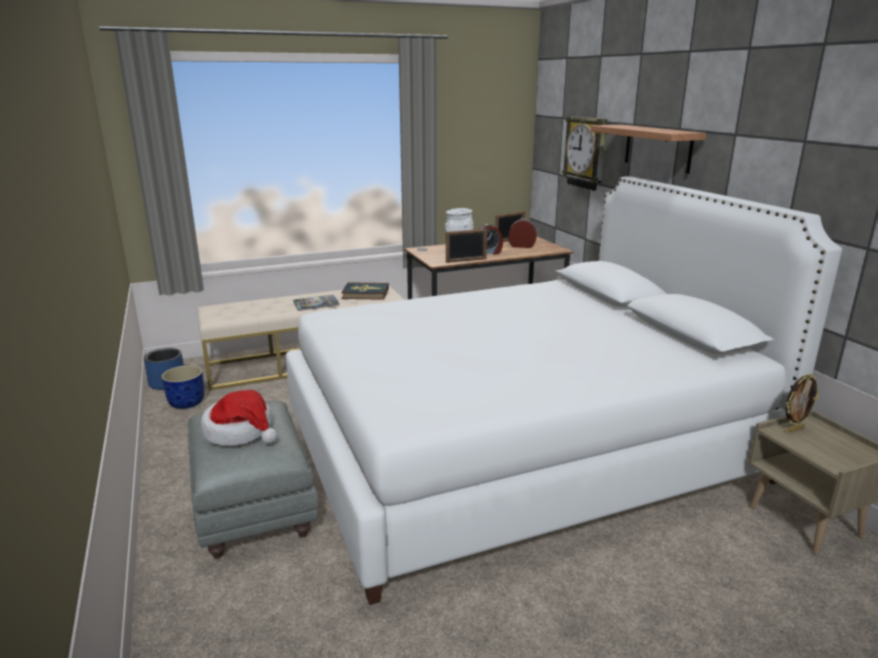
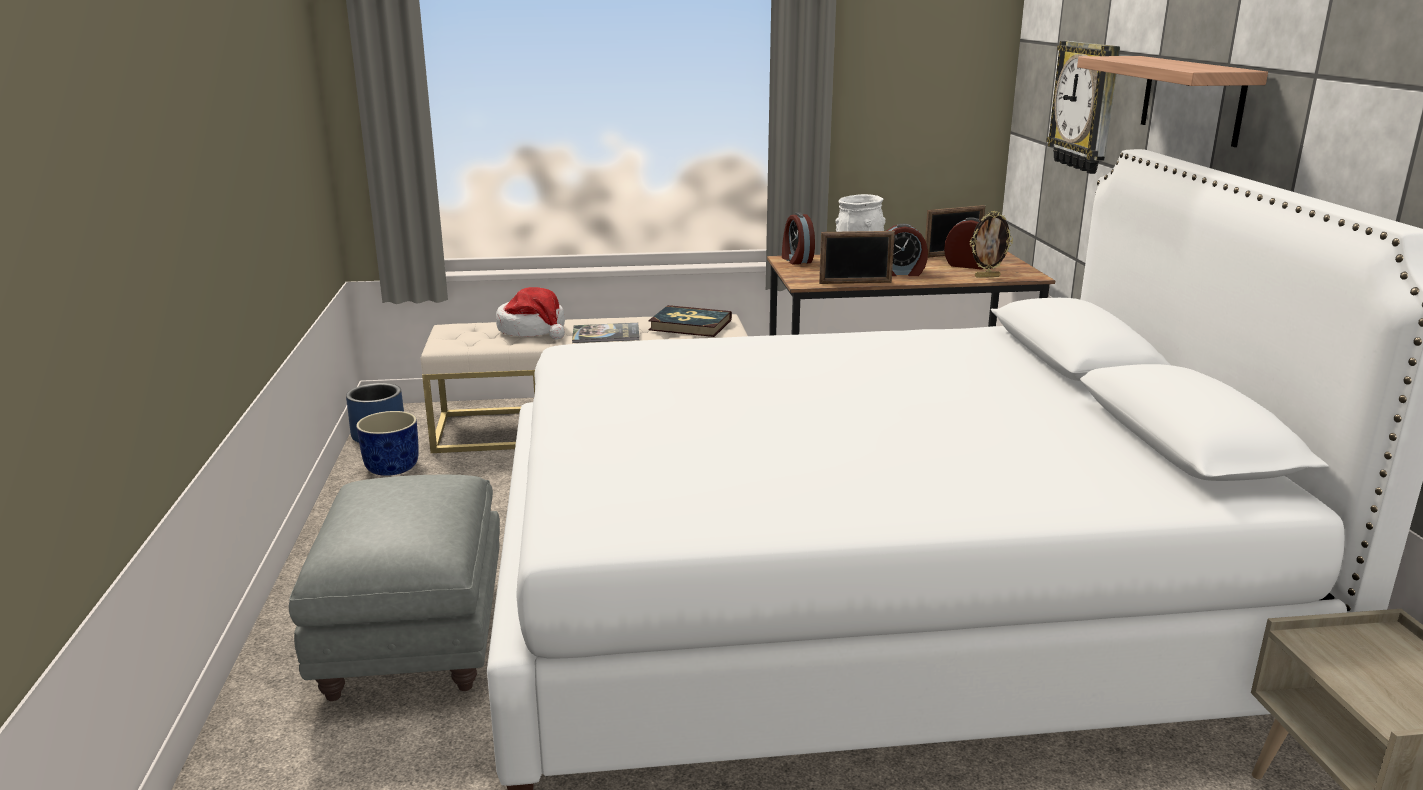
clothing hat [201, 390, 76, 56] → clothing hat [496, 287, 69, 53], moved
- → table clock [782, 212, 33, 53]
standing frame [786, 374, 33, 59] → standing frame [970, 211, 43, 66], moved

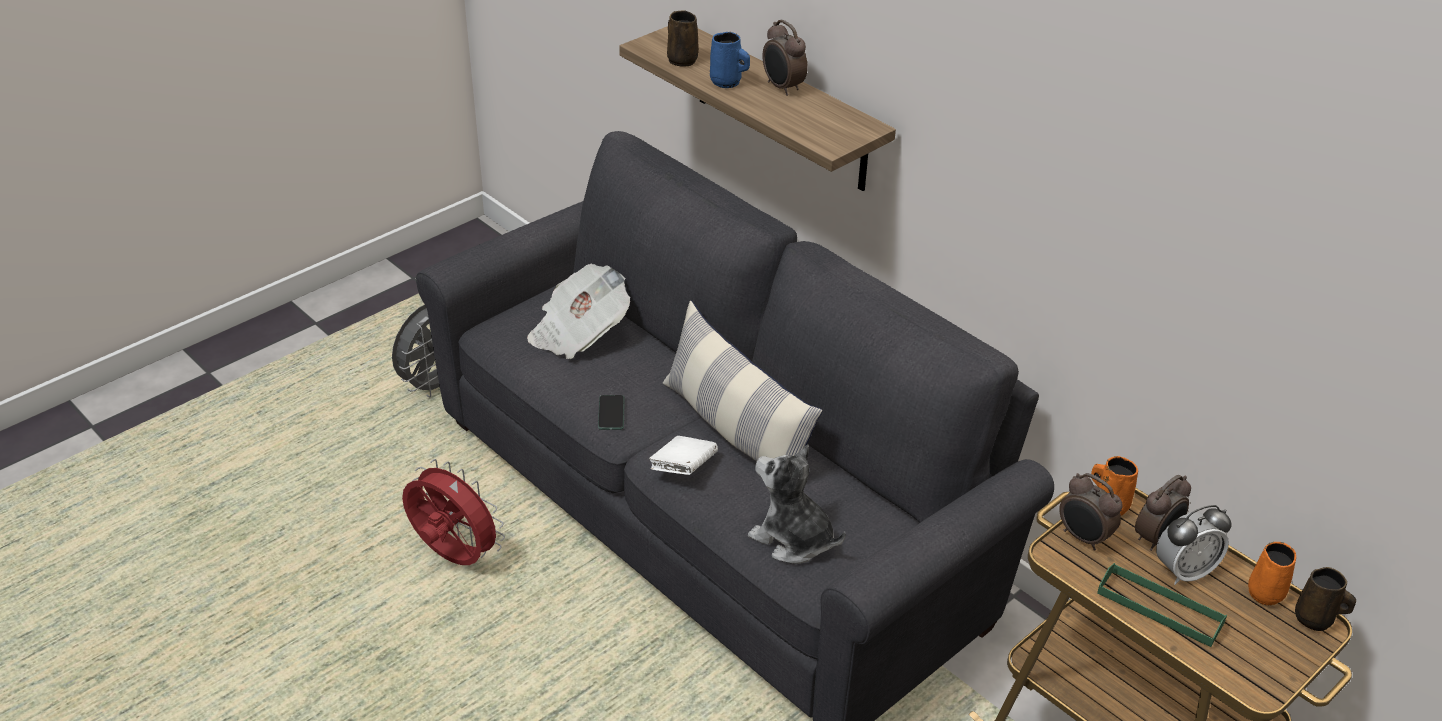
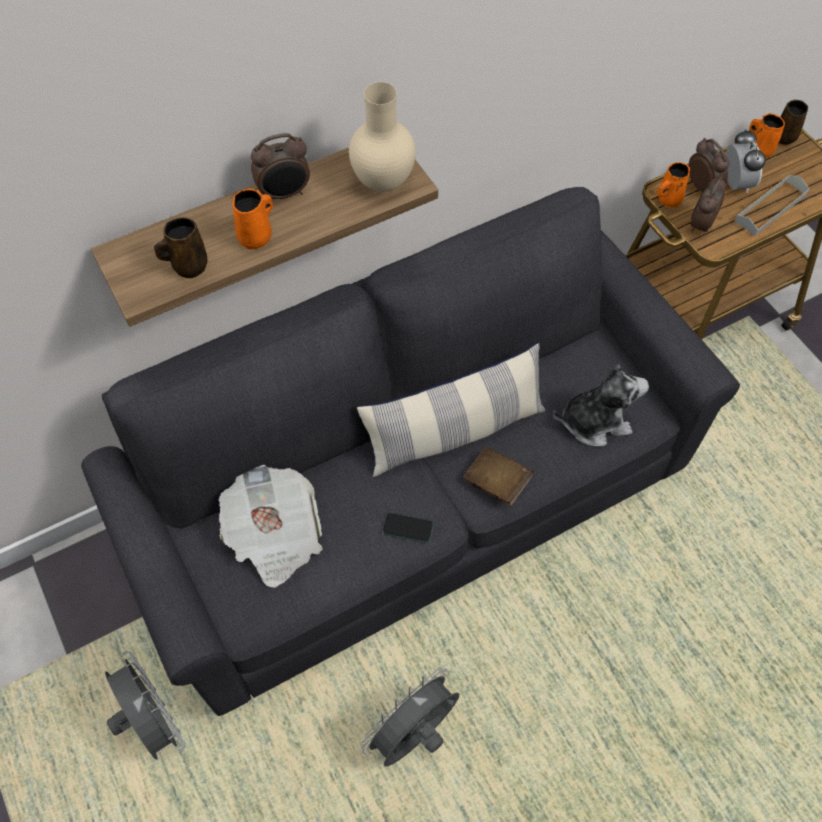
blue-coloured tea mug [710, 32, 40, 56] → orange-coloured tea mug [232, 189, 41, 60]
- → sand-coloured decorative vase [349, 82, 67, 110]
red electric fan [402, 459, 103, 106] → gray electric fan [361, 667, 98, 100]
white-coloured bound book [649, 436, 69, 39] → brownish bound book [463, 447, 70, 59]
soft toy [748, 445, 98, 119] → soft toy [553, 365, 96, 81], 150 degrees counterclockwise
table clock [1059, 473, 64, 78] → table clock [691, 176, 35, 59], 150 degrees clockwise
green serving tray [1097, 563, 130, 84] → gray serving tray [735, 175, 75, 61]

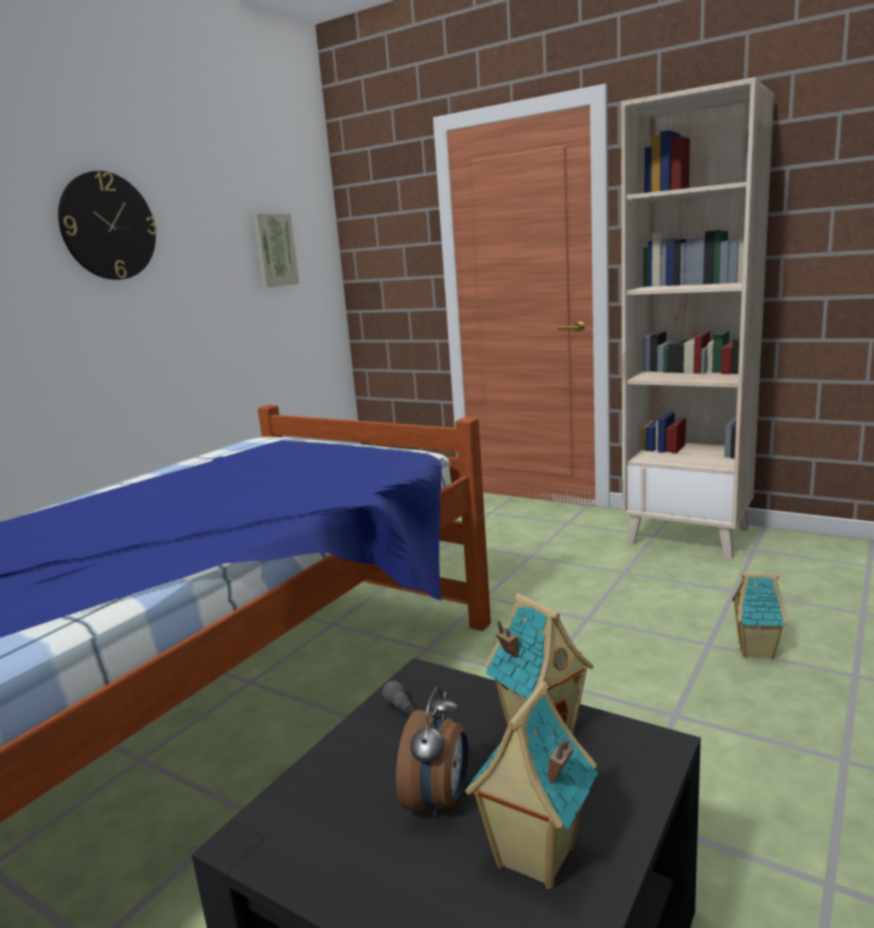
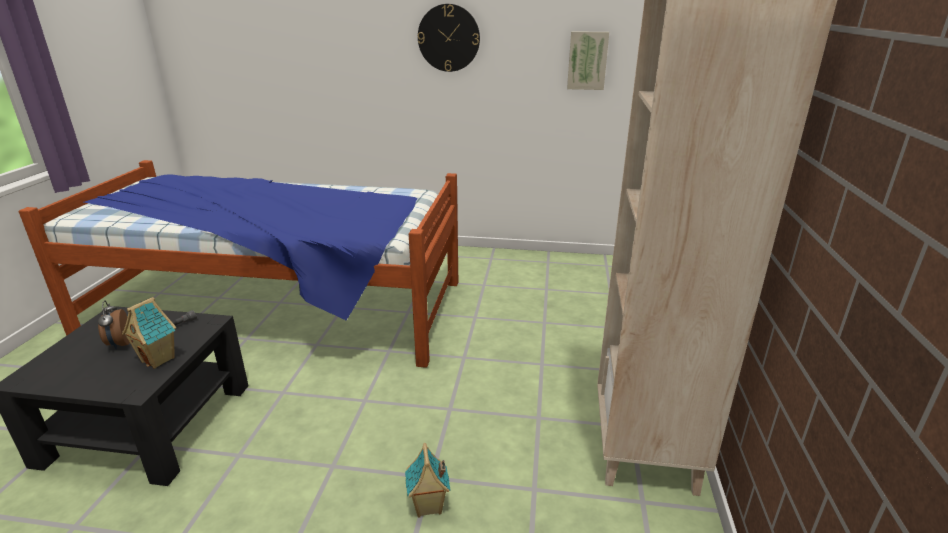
table clock [396, 687, 72, 132] → table clock [98, 300, 32, 50], 75 degrees clockwise
toy house [465, 681, 133, 208] → -

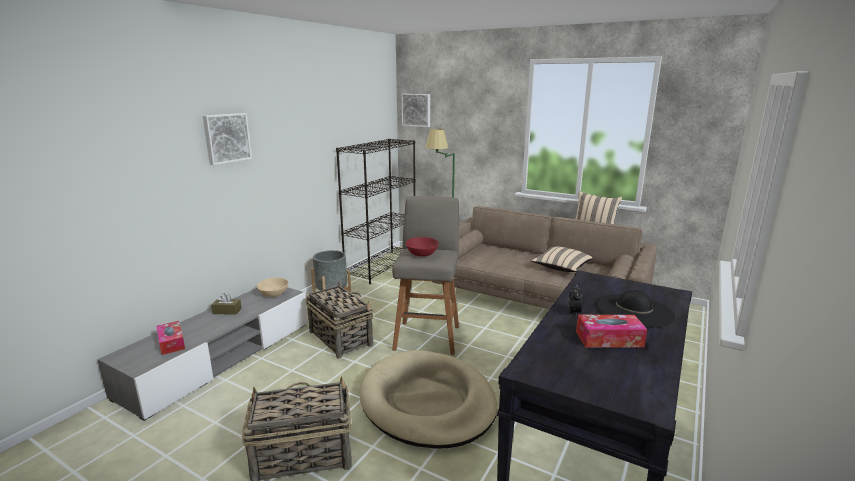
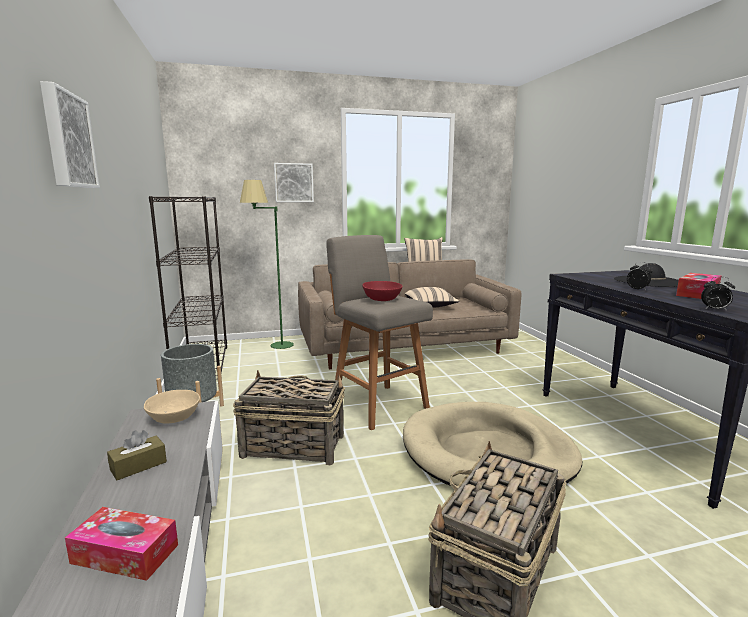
picture [401, 94, 29, 33] → picture [274, 163, 40, 39], moved
- → table clock [701, 277, 34, 34]

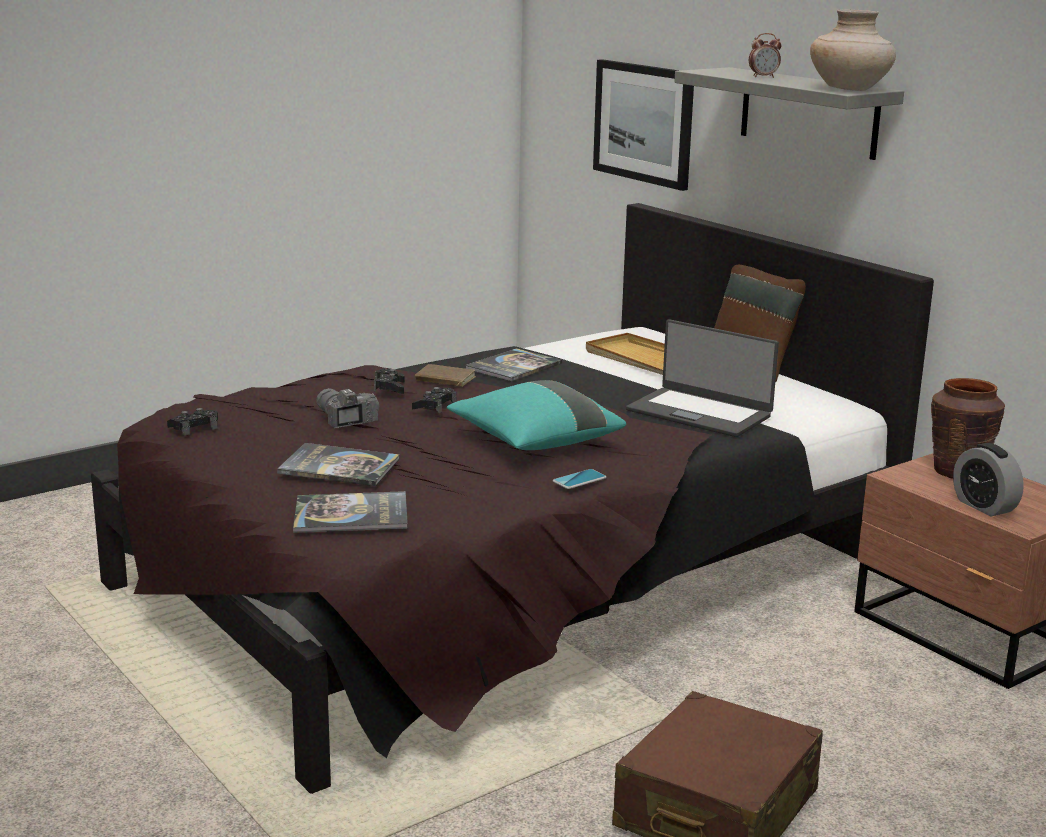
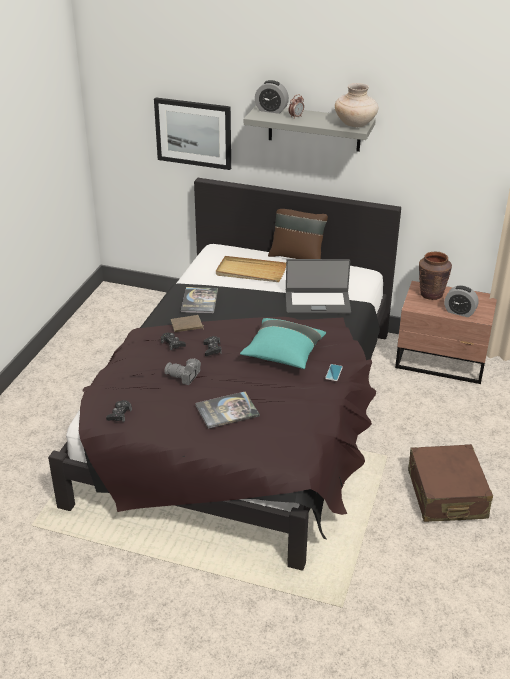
- → table clock [255, 80, 34, 34]
bound book [293, 491, 115, 42] → -

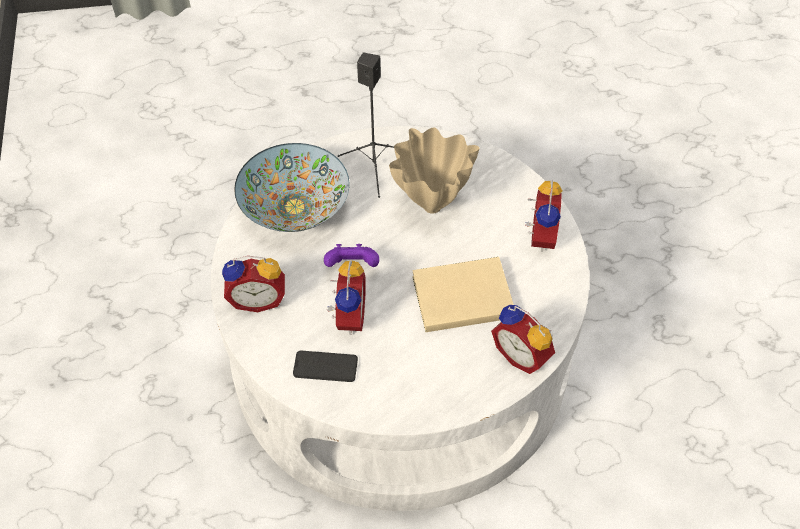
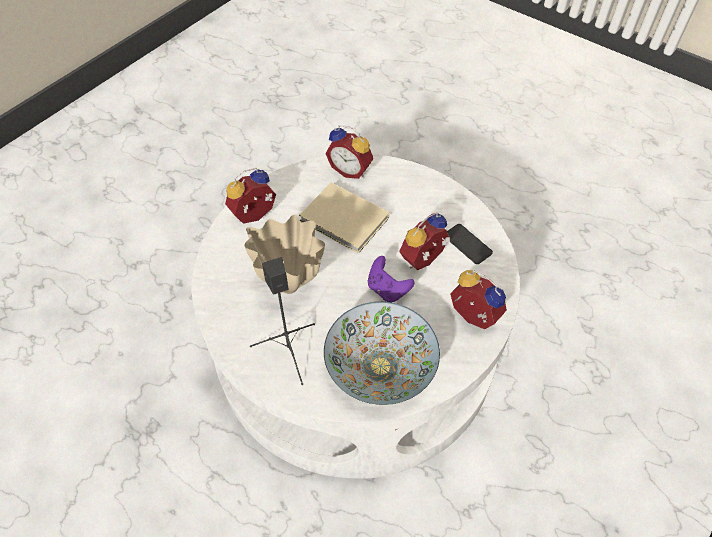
table clock [491, 305, 64, 69] → table clock [325, 125, 49, 54], 120 degrees clockwise

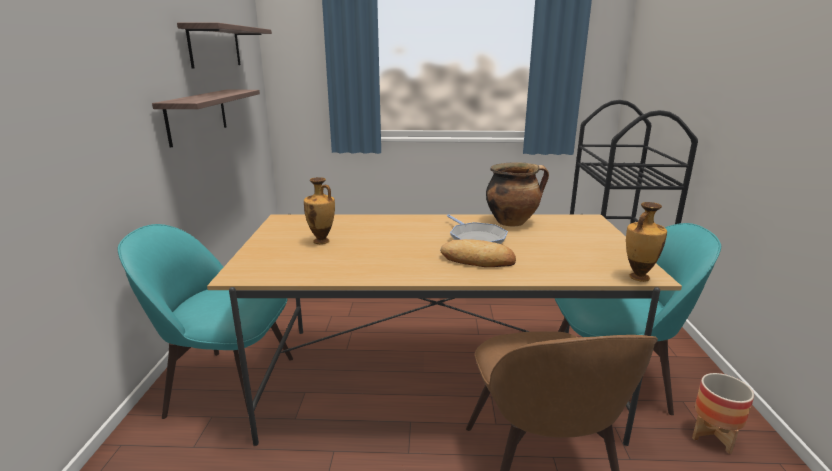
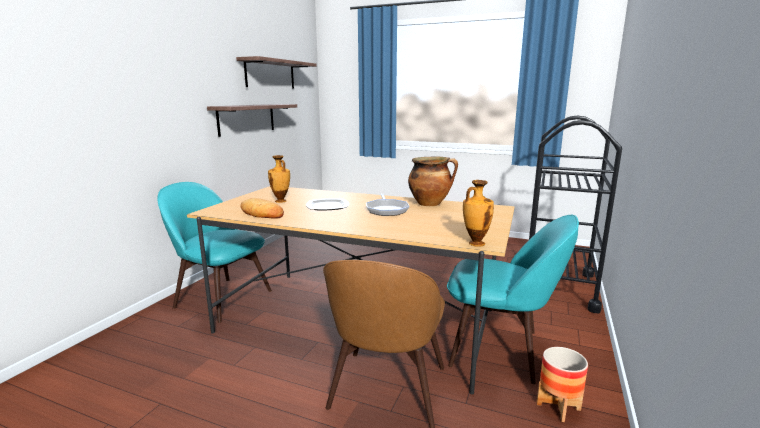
bakery bread [440, 239, 76, 28] → bakery bread [240, 198, 44, 21], moved
- → dinner plate [306, 198, 43, 12]

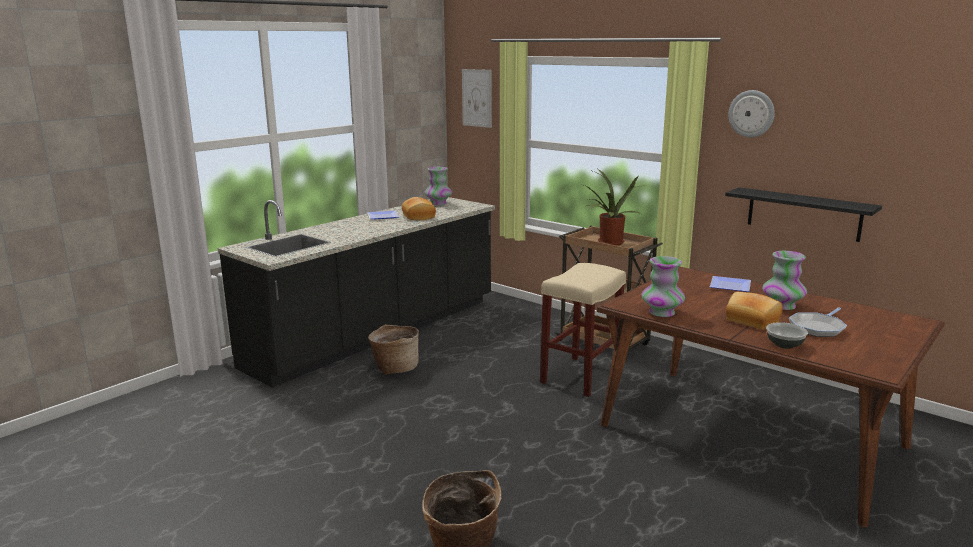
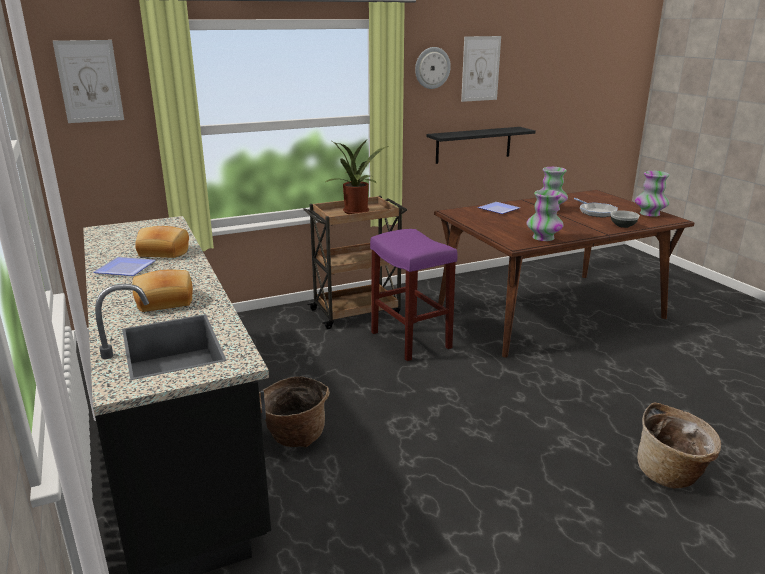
bakery bread [726, 292, 57, 38] → bakery bread [132, 270, 61, 42], moved
sand-coloured stool seat [540, 263, 86, 134] → purple stool seat [370, 229, 87, 132]
- → picture [461, 36, 40, 66]
decorative vase [424, 167, 28, 38] → decorative vase [635, 171, 35, 46], moved

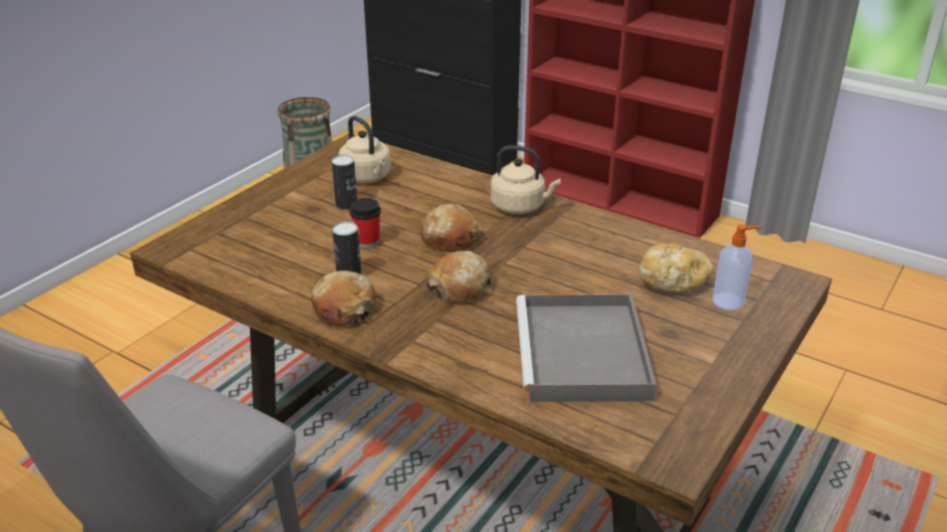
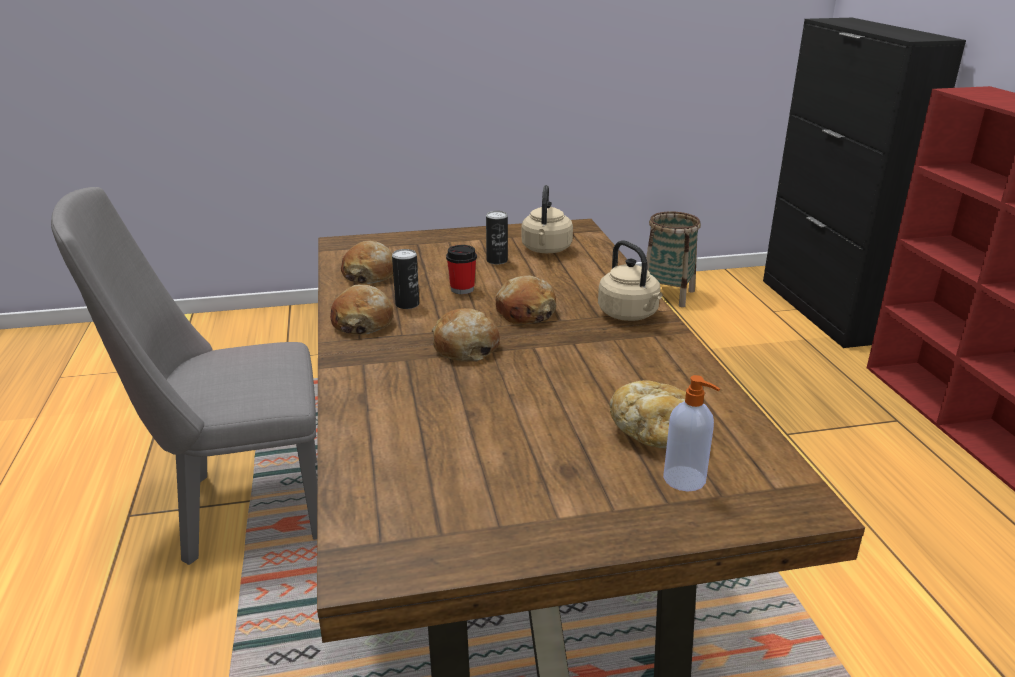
- → bakery bread [341, 241, 52, 43]
gray serving tray [516, 294, 140, 108] → -

